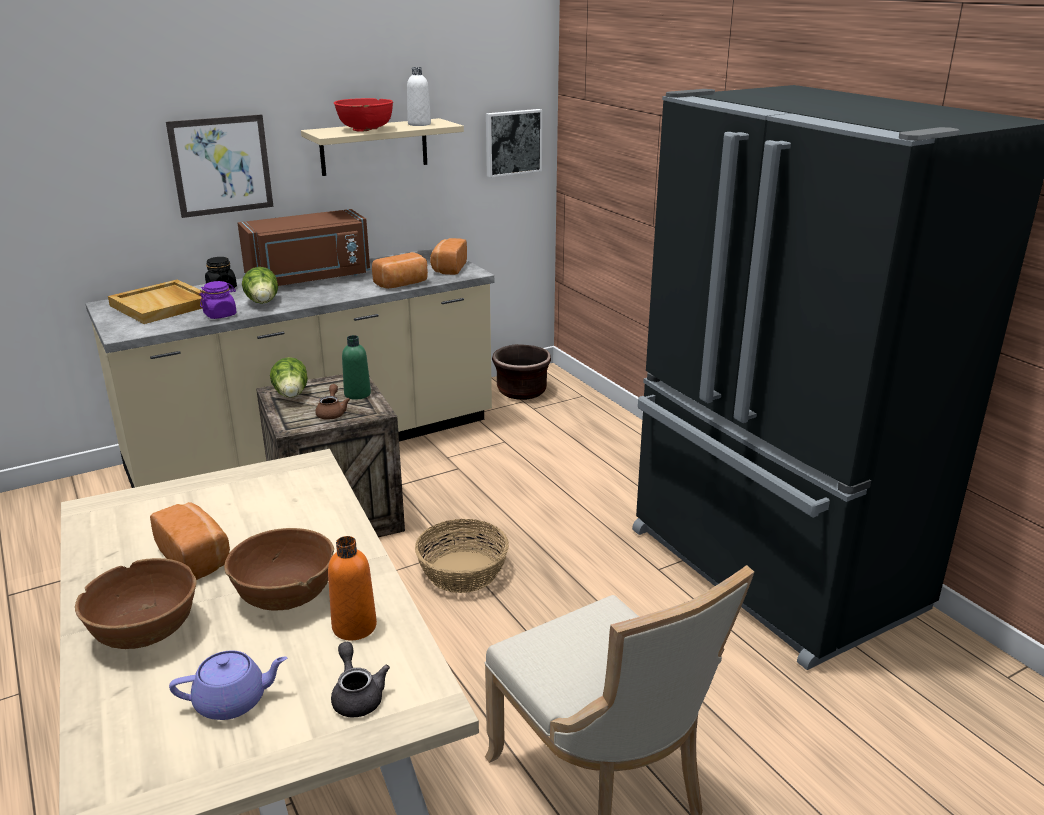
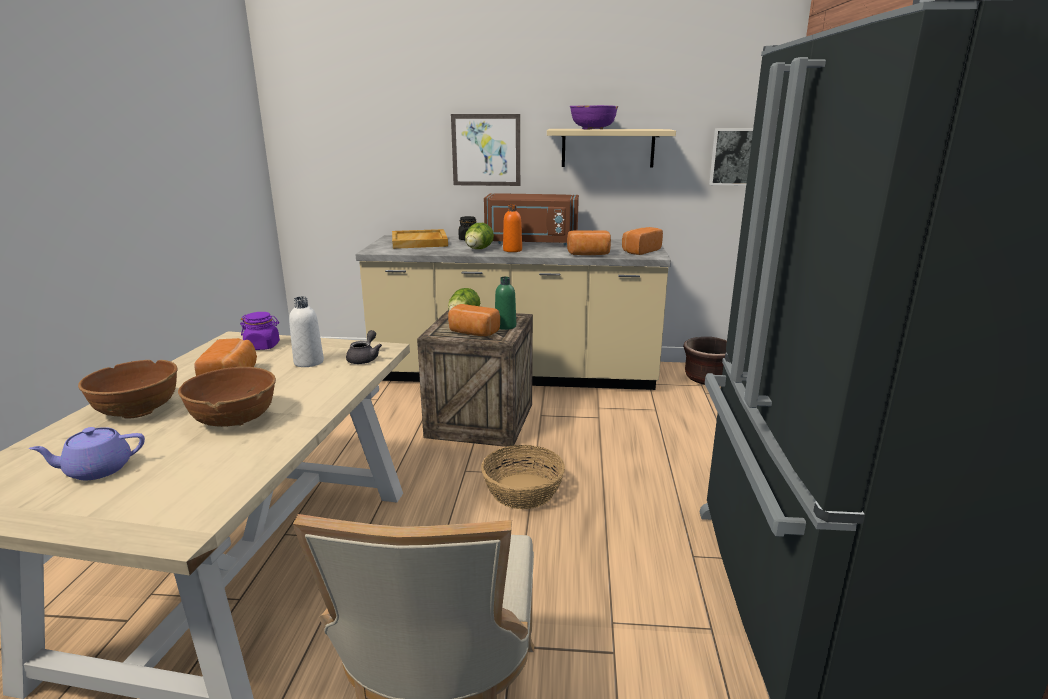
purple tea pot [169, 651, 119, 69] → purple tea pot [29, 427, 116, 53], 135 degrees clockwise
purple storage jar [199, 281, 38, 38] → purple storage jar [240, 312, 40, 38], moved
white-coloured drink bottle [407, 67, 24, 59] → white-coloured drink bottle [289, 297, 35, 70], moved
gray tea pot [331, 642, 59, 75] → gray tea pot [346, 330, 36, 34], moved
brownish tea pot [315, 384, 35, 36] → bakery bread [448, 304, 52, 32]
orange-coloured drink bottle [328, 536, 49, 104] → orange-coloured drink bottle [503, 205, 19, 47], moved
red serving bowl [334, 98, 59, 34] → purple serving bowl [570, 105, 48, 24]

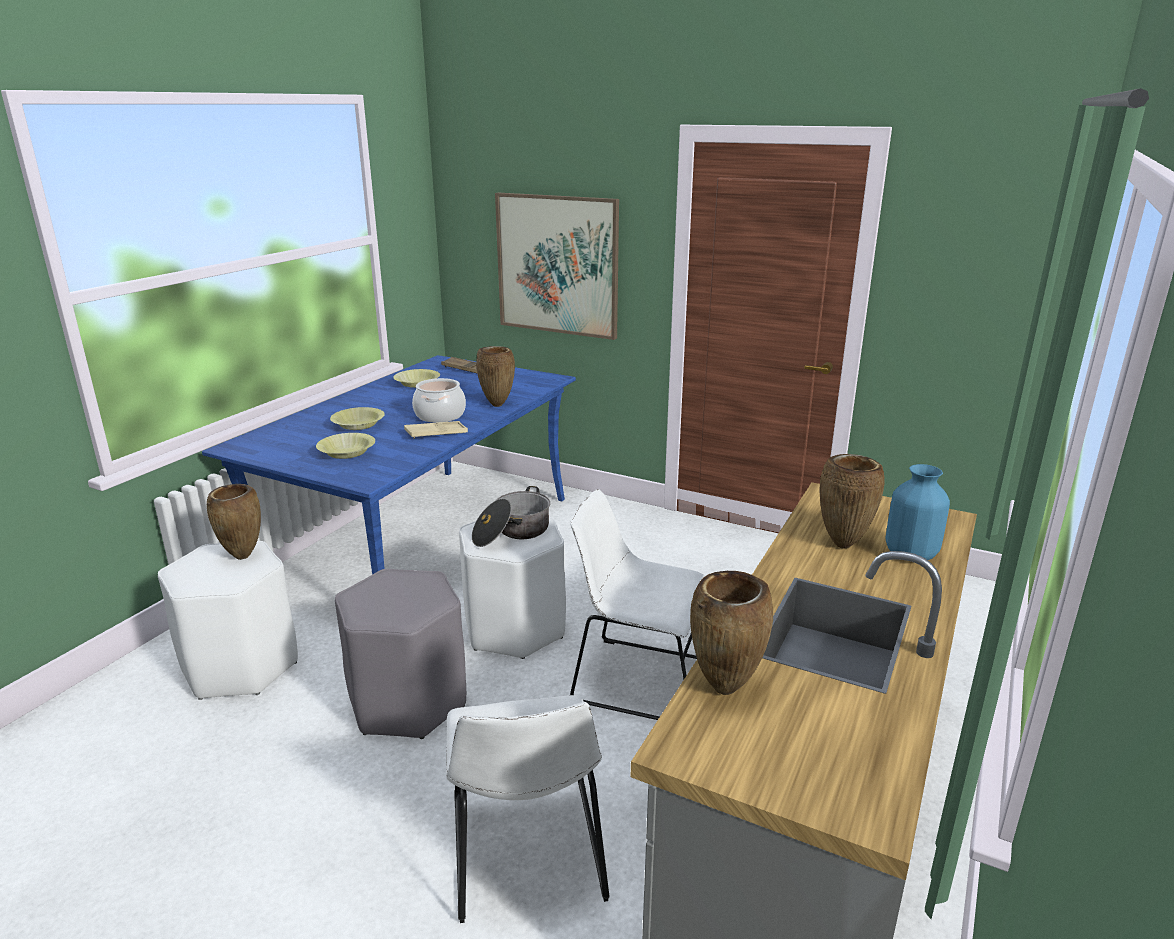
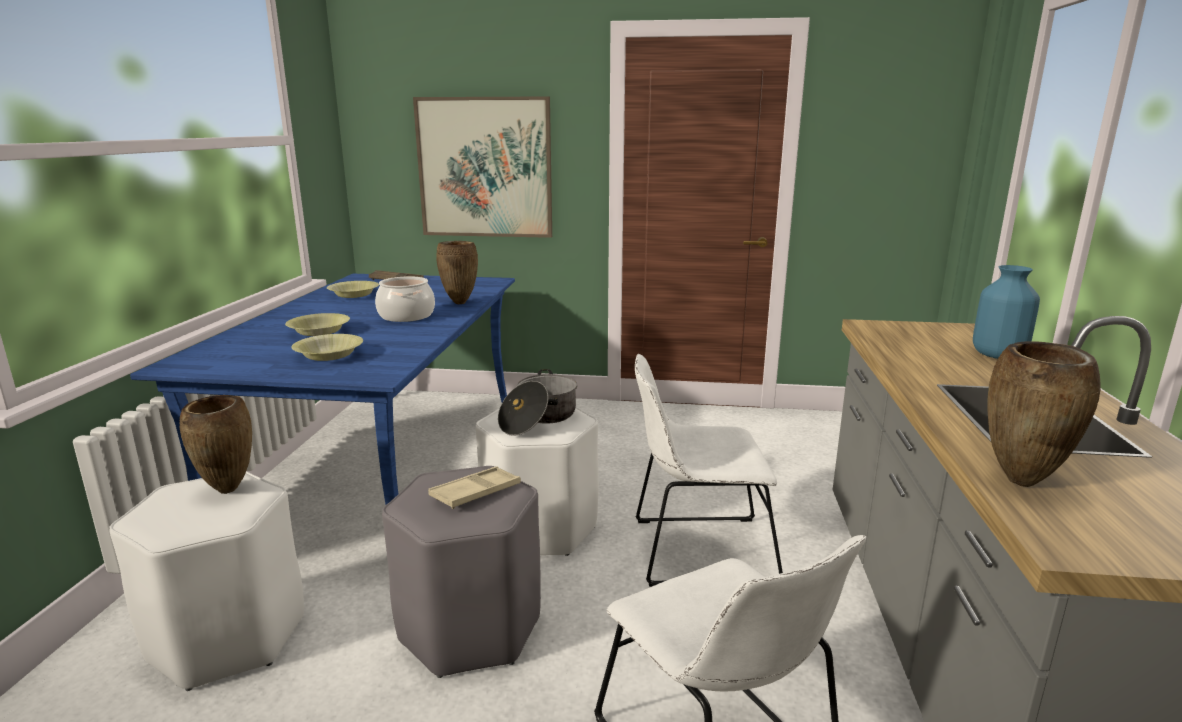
sand-coloured serving tray [404, 421, 64, 18] → sand-coloured serving tray [428, 466, 93, 43], moved
brownish decorative vase [819, 454, 66, 94] → -

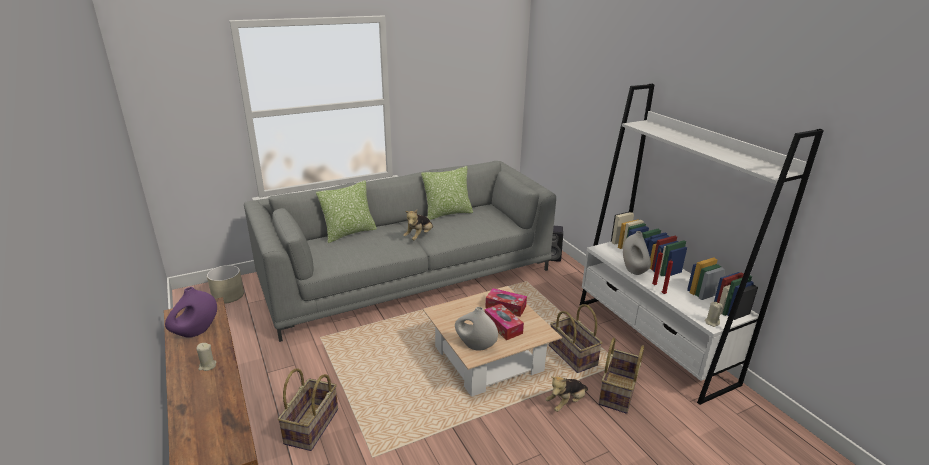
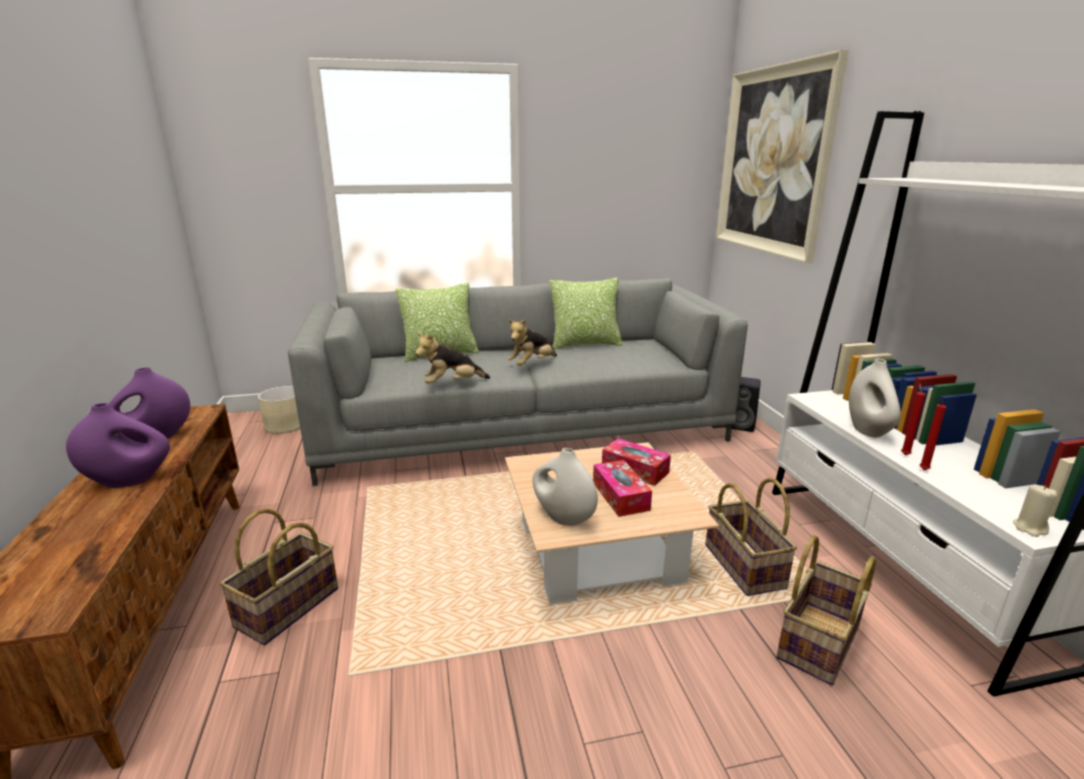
sand-coloured wax light [197, 343, 20, 28] → purple decorative vase [66, 403, 104, 85]
soft toy [545, 376, 43, 36] → soft toy [415, 333, 75, 51], moved
- → picture [716, 49, 133, 214]

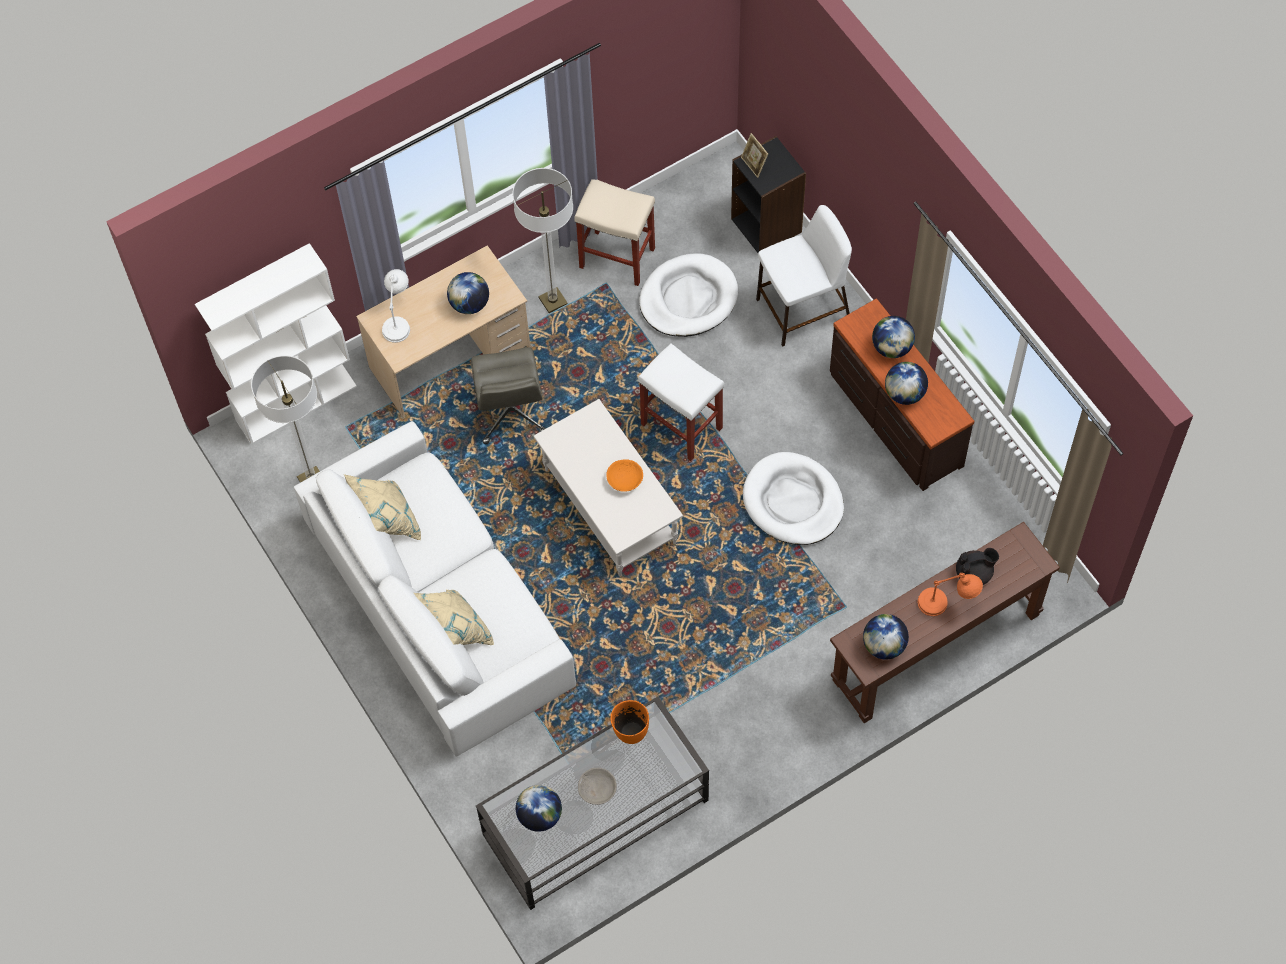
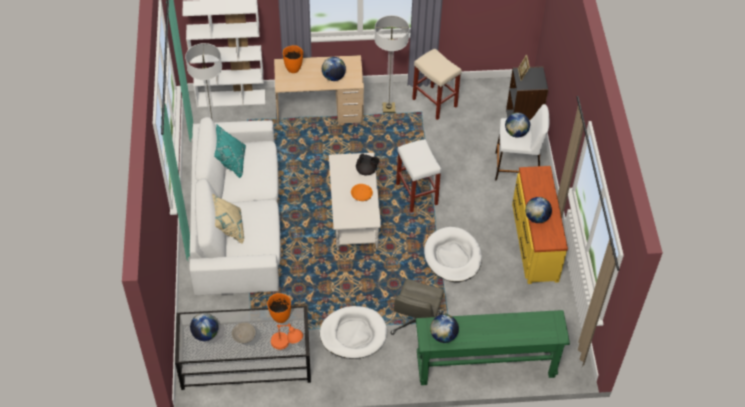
sand-coloured pillow [344, 474, 77, 66] → turquoise pillow [214, 125, 32, 53]
orange-coloured lamp for a table [918, 573, 65, 43] → orange-coloured lamp for a table [271, 324, 32, 26], moved
white-coloured lamp for a table [382, 269, 28, 74] → orange-coloured decorative vase [283, 45, 20, 28]
white-coloured pet bed [639, 253, 99, 84] → white-coloured pet bed [320, 306, 67, 53], moved
black tea pot [956, 548, 43, 37] → black tea pot [356, 153, 23, 22], moved
gray desk chair [471, 347, 75, 97] → gray desk chair [390, 279, 54, 56], moved
brownish hall table [830, 522, 230, 201] → green hall table [416, 310, 154, 75]
world globe [872, 316, 43, 42] → world globe [505, 112, 25, 25], moved
brownish dresser [830, 299, 144, 192] → yellow dresser [512, 166, 56, 118]

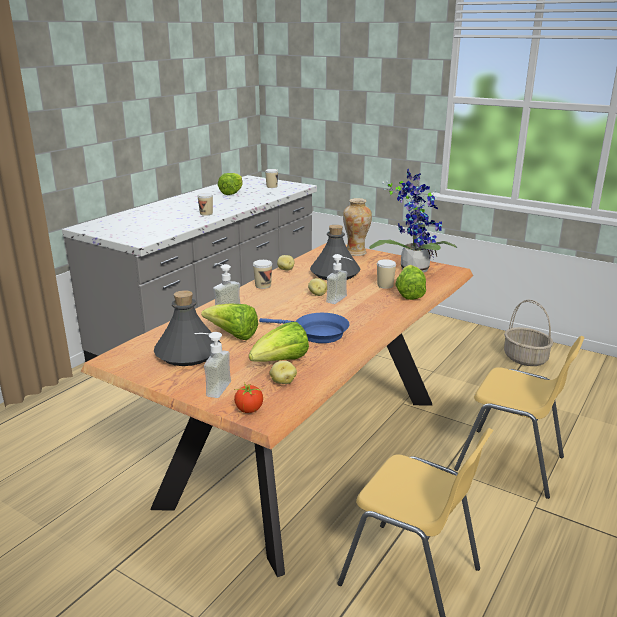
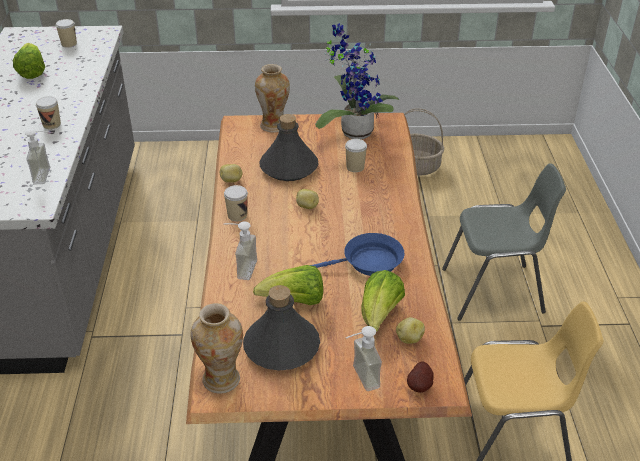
liquid soap bottle [326, 254, 26, 50] → liquid soap bottle [25, 129, 25, 55], moved
- → decorative vase [191, 303, 52, 90]
tomato [234, 382, 29, 31] → whole potato [407, 361, 27, 32]
yellow plain chair [454, 336, 131, 163] → gray plain chair [442, 163, 124, 158]
lettuce head [395, 265, 31, 35] → -

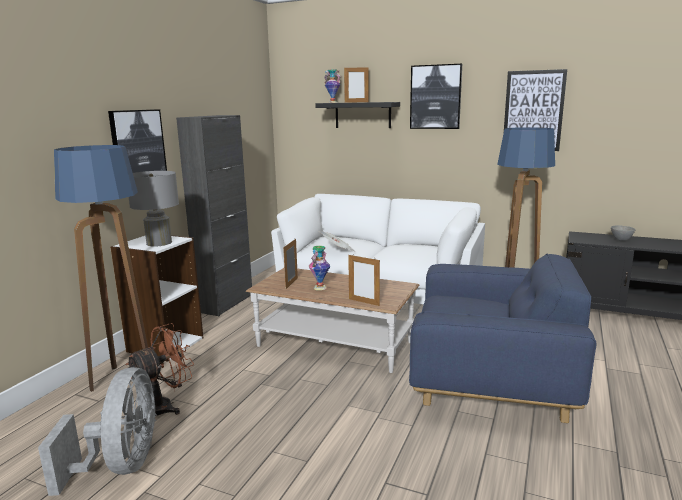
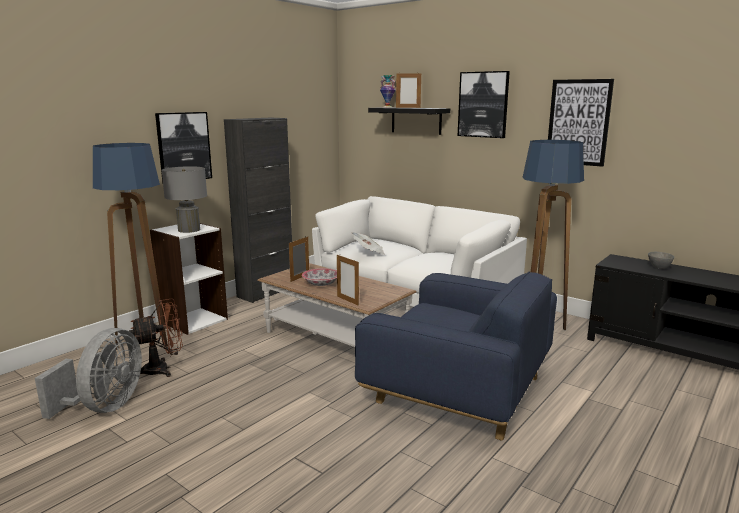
decorative vase [309, 246, 21, 44] → serving bowl [302, 268, 35, 18]

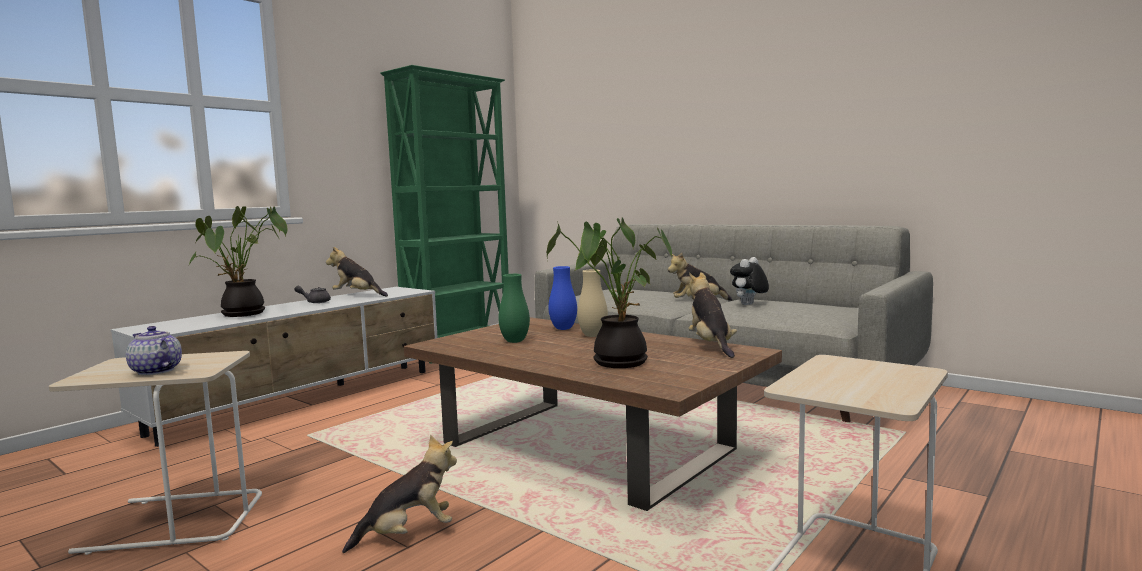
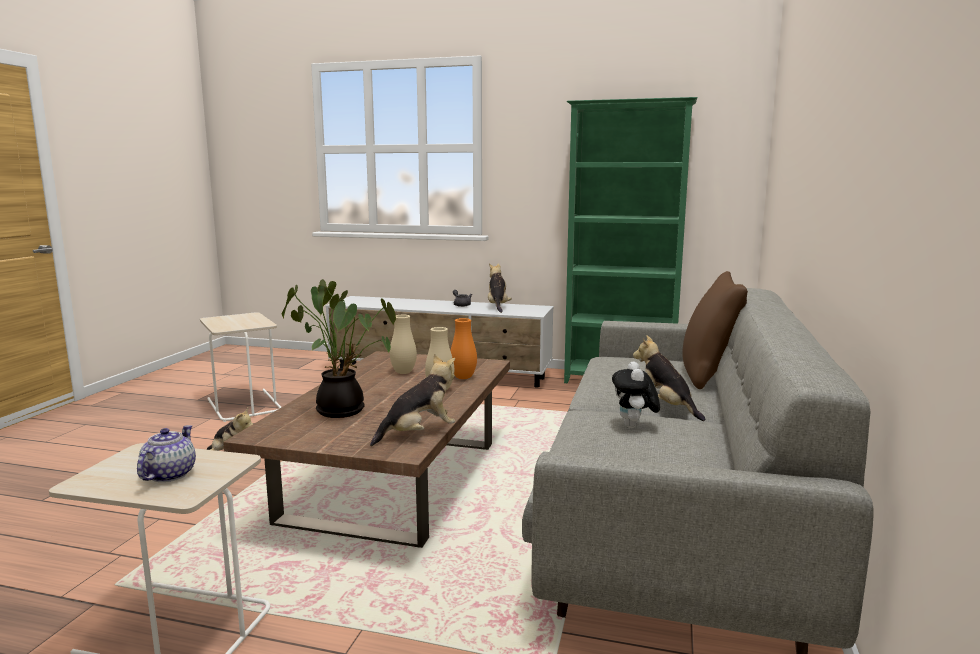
tea pot [126, 326, 56, 49] → tea pot [137, 425, 59, 57], moved
green decorative vase [498, 274, 32, 69] → sand-coloured decorative vase [390, 315, 27, 59]
blue-coloured decorative vase [549, 266, 28, 64] → orange-coloured decorative vase [450, 318, 27, 61]
soft toy [730, 257, 39, 48] → soft toy [612, 361, 48, 67], 105 degrees counterclockwise
- → brownish pillow [682, 271, 66, 118]
potted plant [188, 206, 100, 111] → -

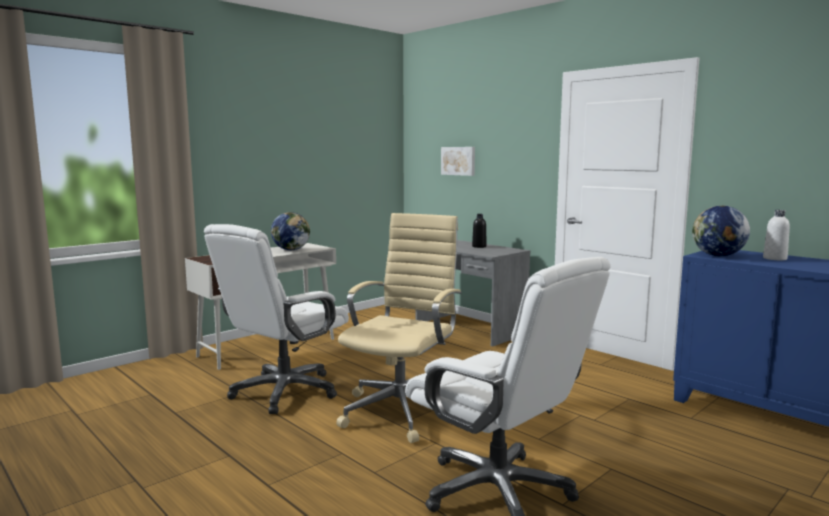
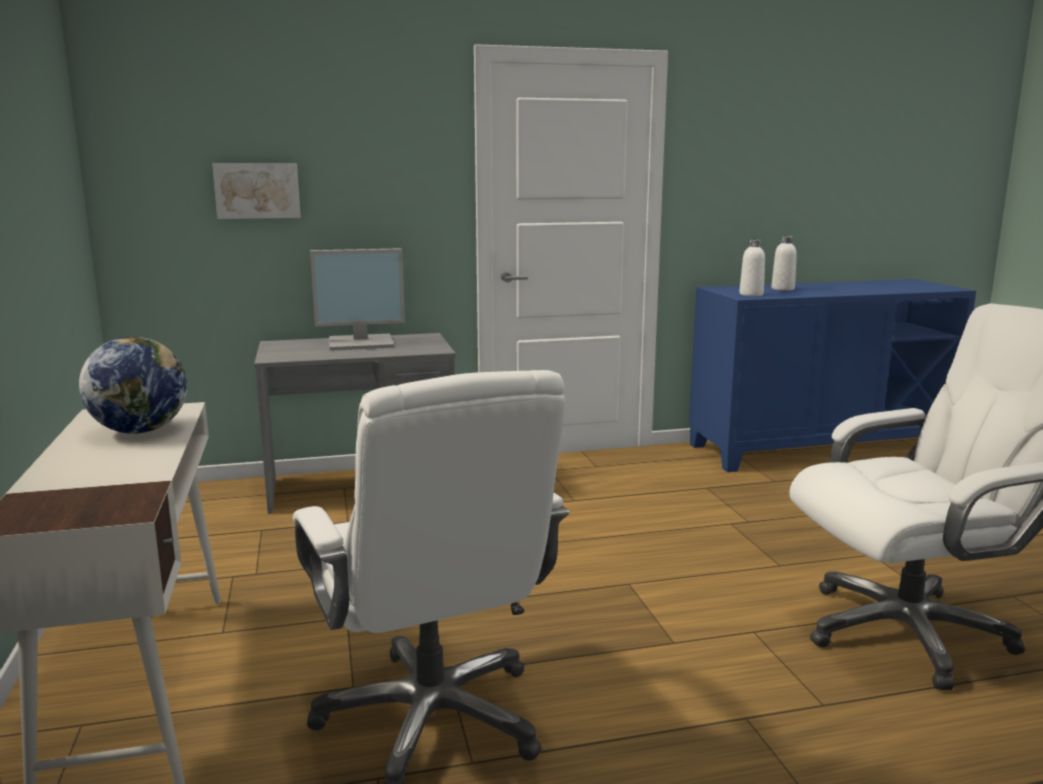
black drink bottle [472, 214, 14, 34] → computer screen [310, 248, 95, 103]
world globe [692, 206, 58, 50] → white-coloured drink bottle [739, 239, 26, 57]
sand-coloured desk chair [336, 213, 126, 230] → -

